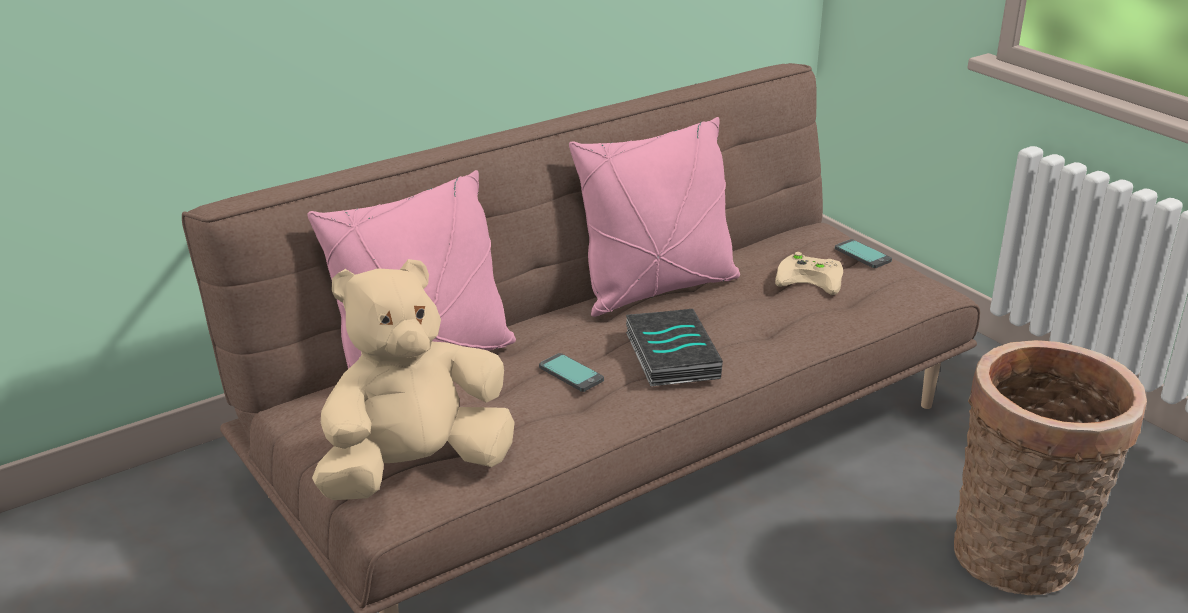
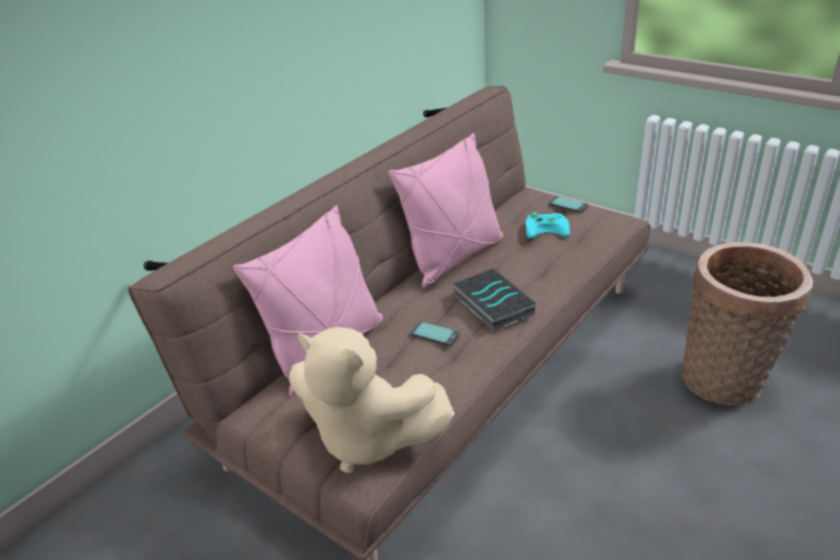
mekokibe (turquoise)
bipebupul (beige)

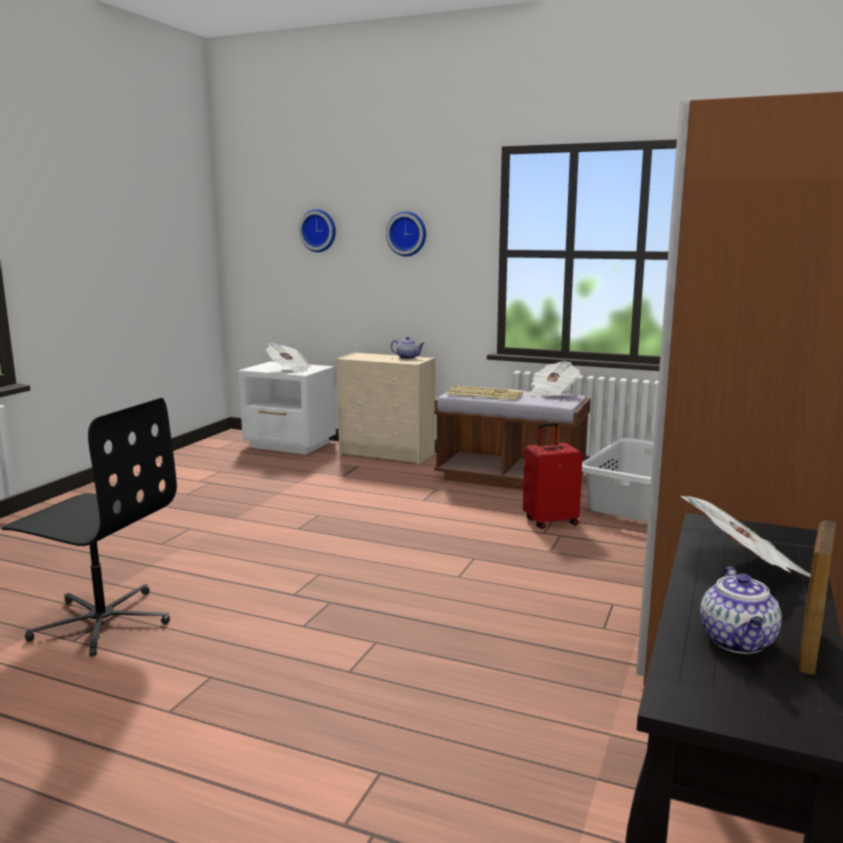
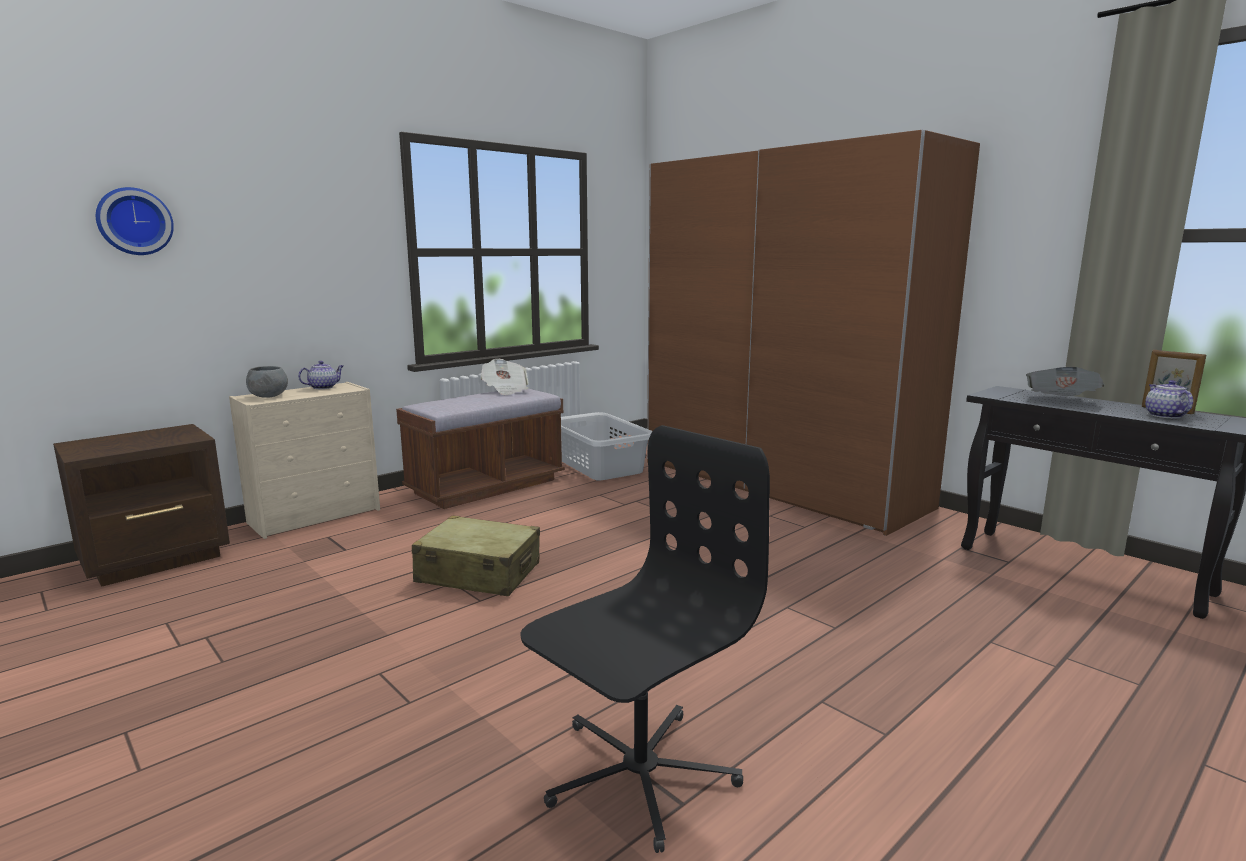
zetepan (no. 1 from left in the first image)
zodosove (no. 2 from left in the first image)
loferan
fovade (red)
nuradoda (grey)
fovade (beige)
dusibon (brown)
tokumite (no. 2 from left)

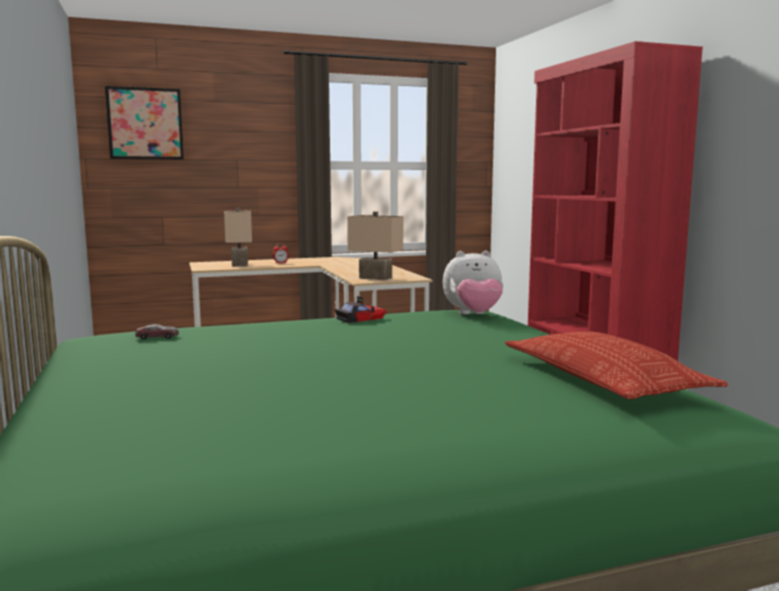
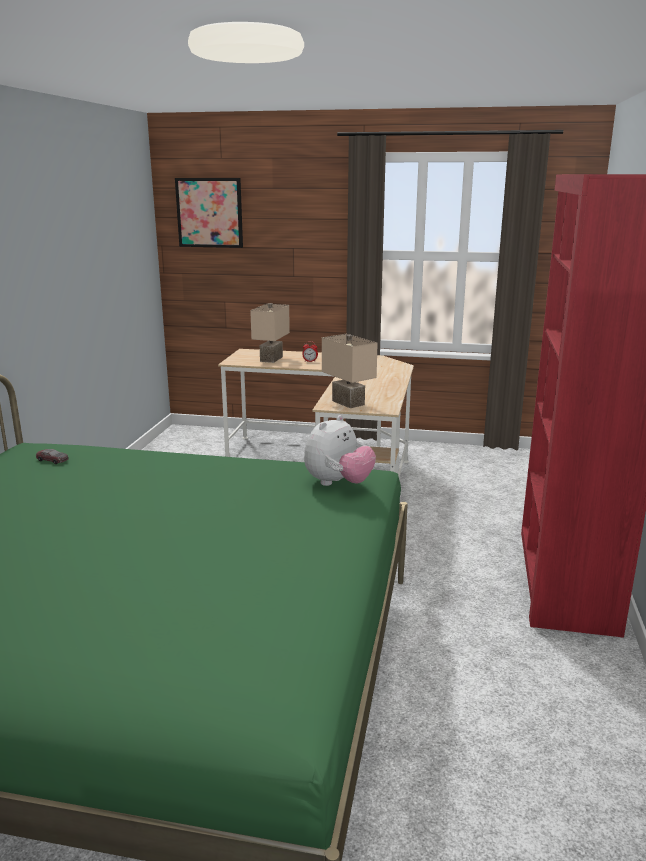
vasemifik (no. 2 from left in the first image)
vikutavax
bipebupul

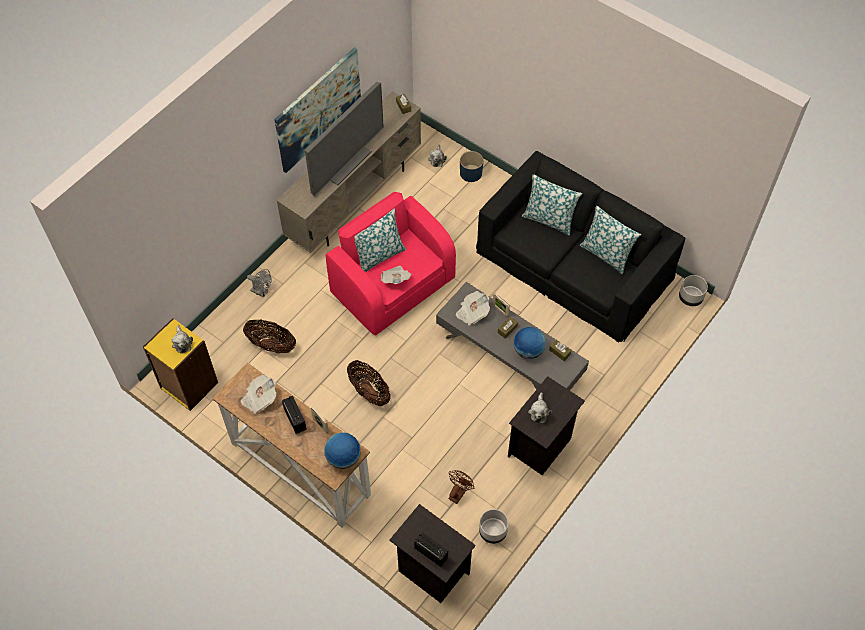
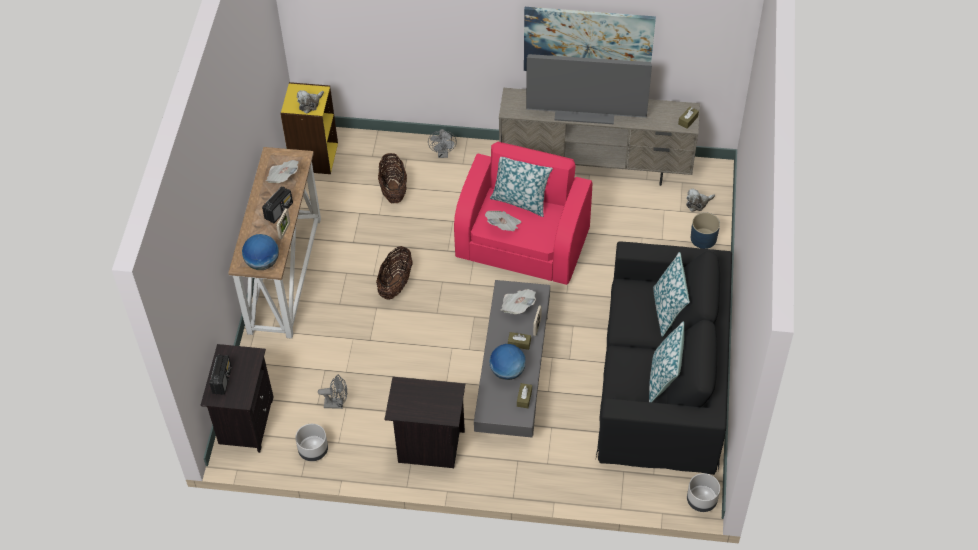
bipebupul (no. 3 from left in the first image)
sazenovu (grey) (no. 1 from left)

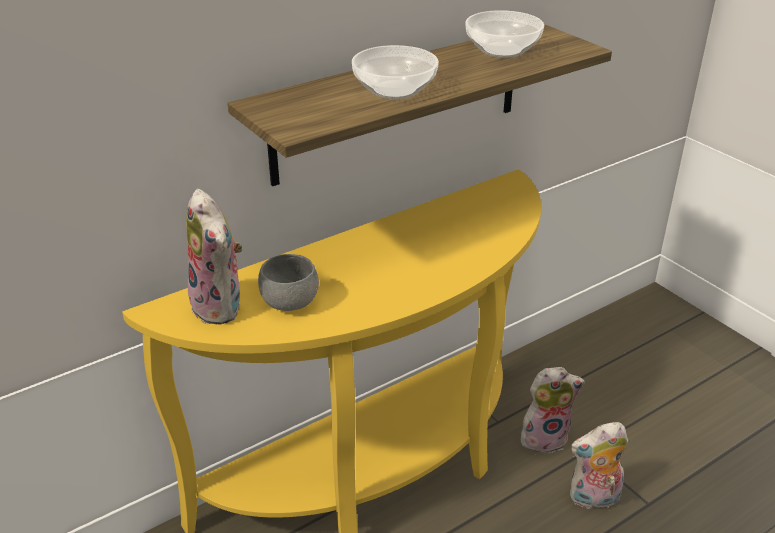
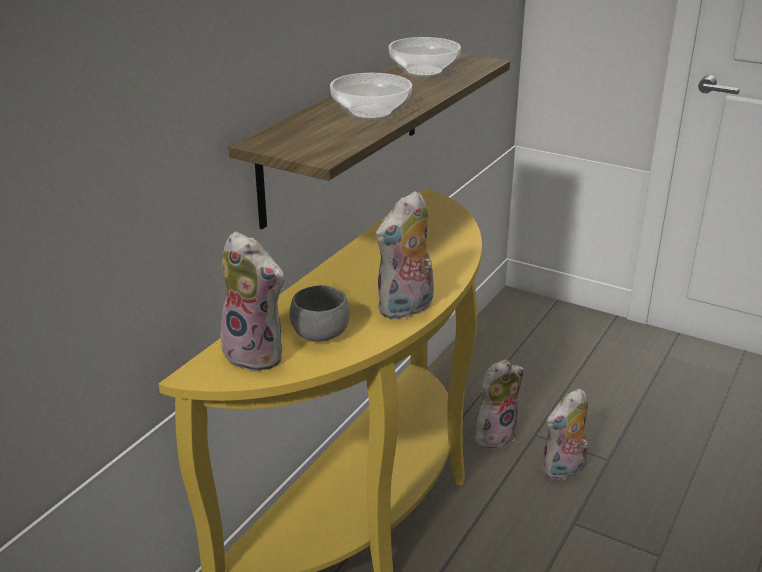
bipebupul (no. 2 from left)

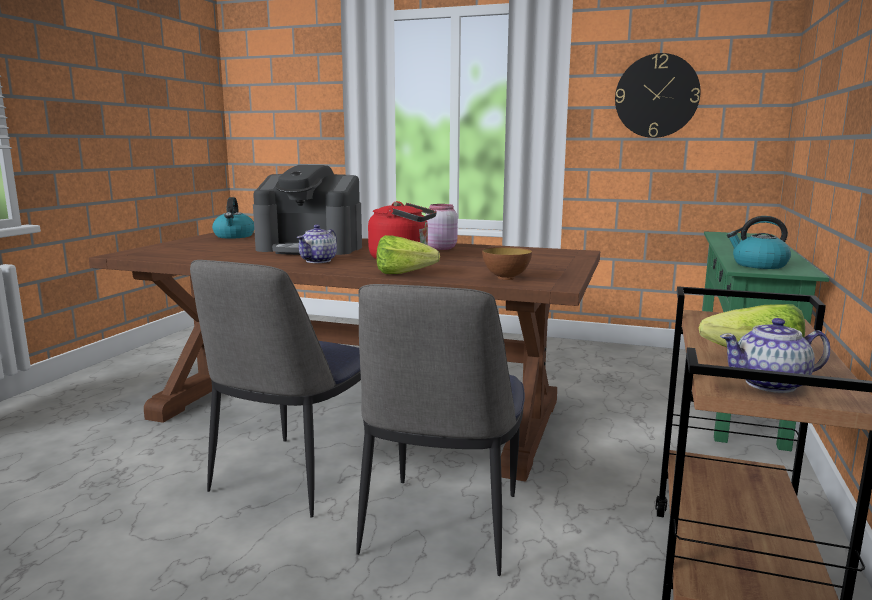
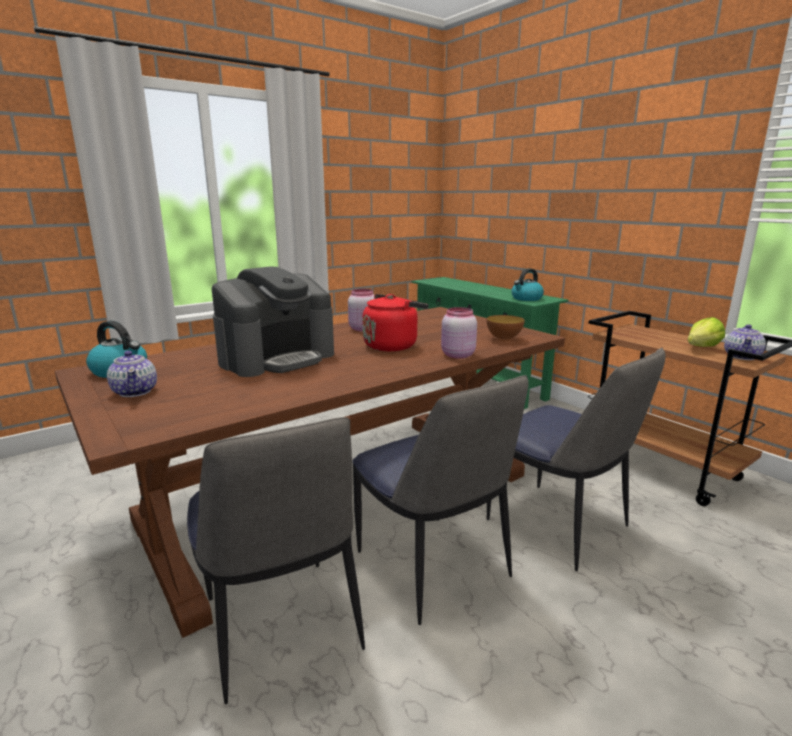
zodosove
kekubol (no. 1 from left)
tokumite (no. 1 from left)
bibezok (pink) (no. 2 from left)

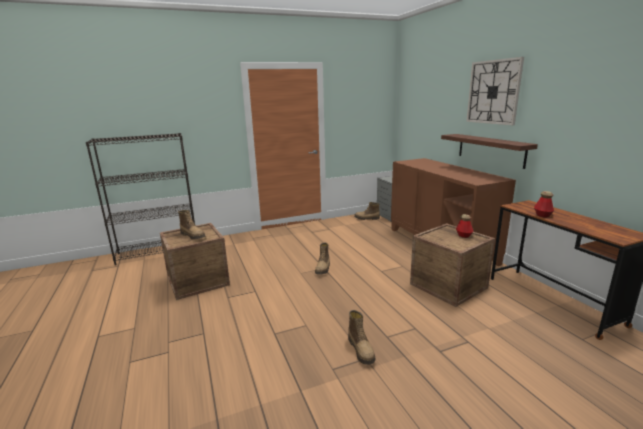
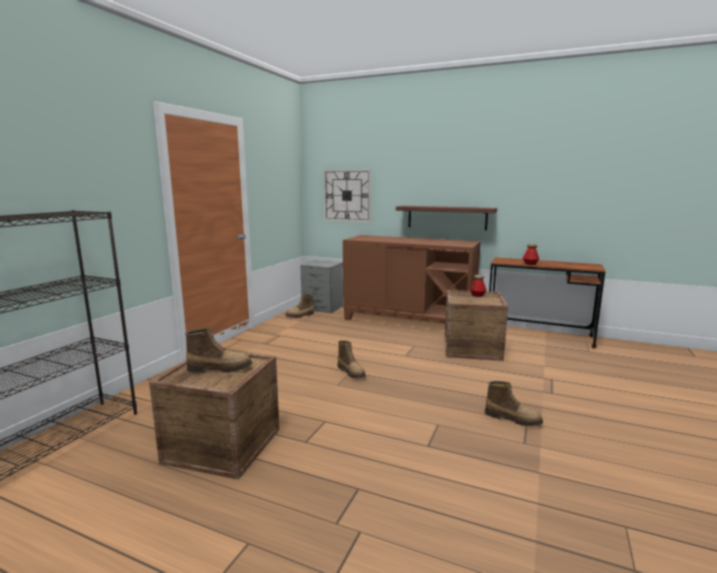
zodosove

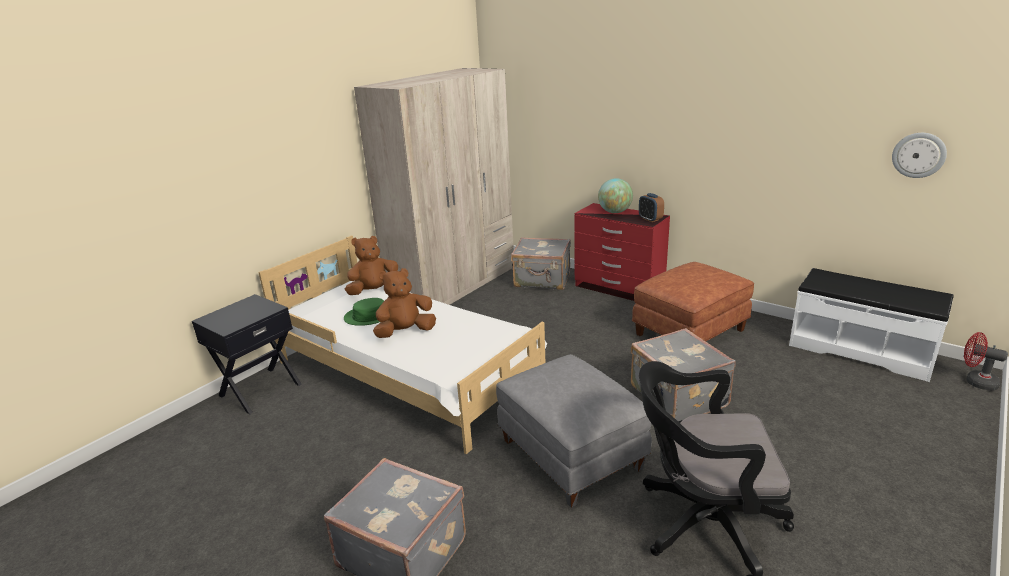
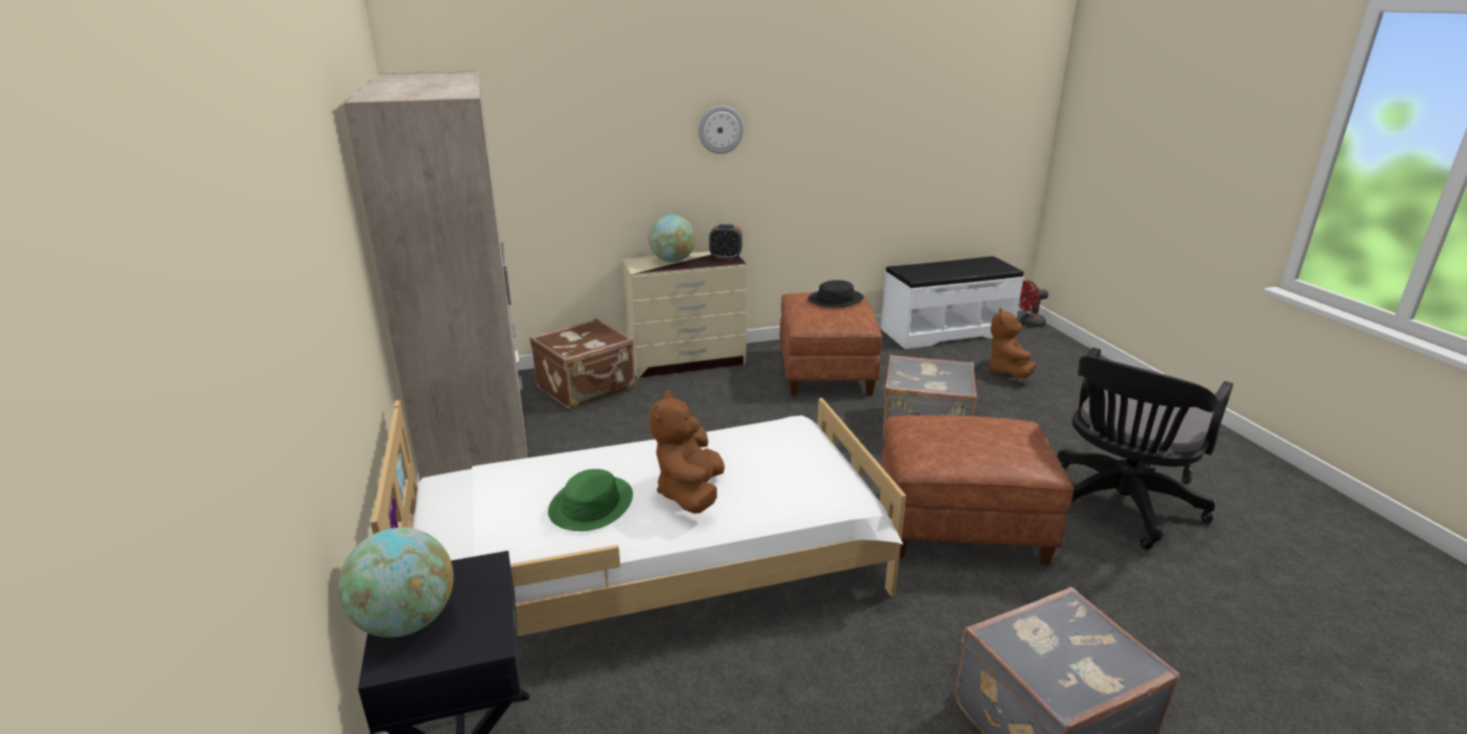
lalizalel (no. 1 from left)
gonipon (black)
bipebupul (brown) (no. 2 from left)
zodosove
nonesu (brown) (no. 2 from left)
fovade (brown)
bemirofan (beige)

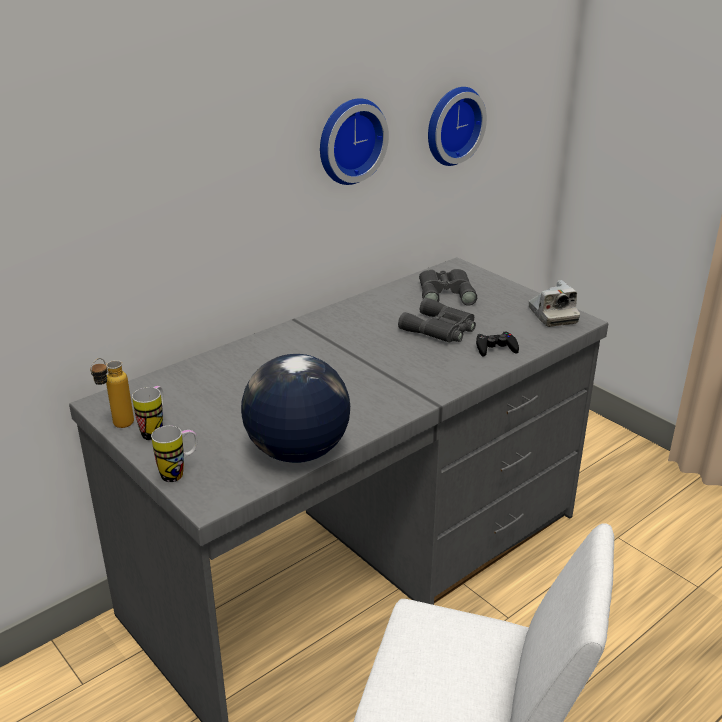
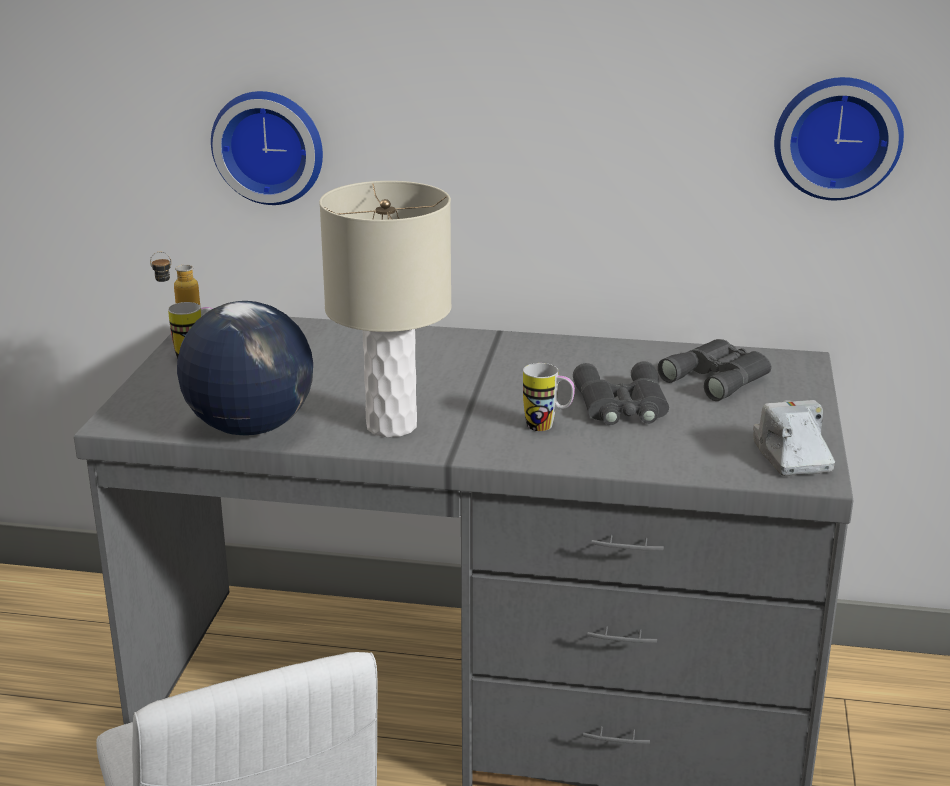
mekokibe (black)
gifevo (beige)
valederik (no. 2 from left)
zodosove (no. 1 from left)
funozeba

